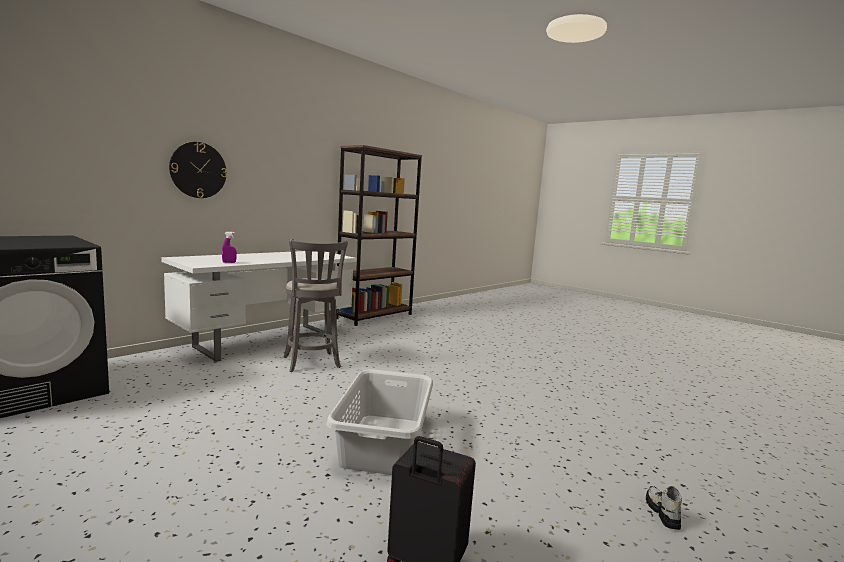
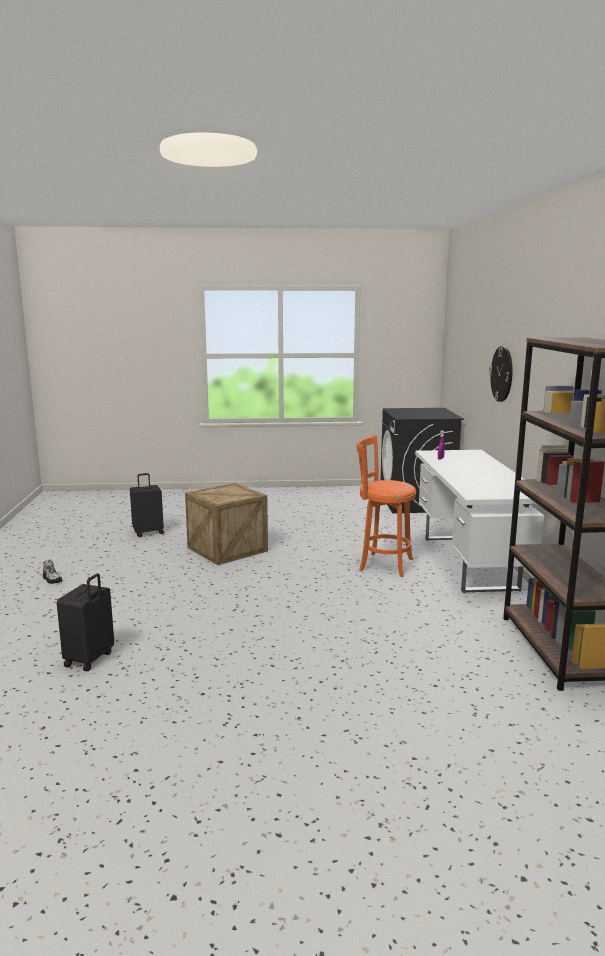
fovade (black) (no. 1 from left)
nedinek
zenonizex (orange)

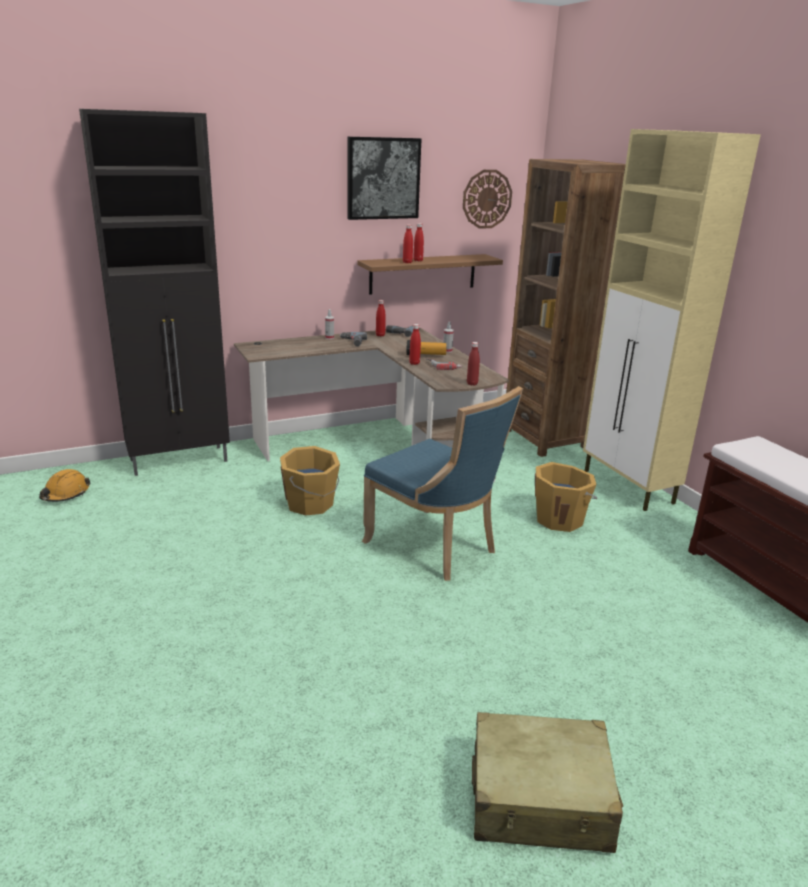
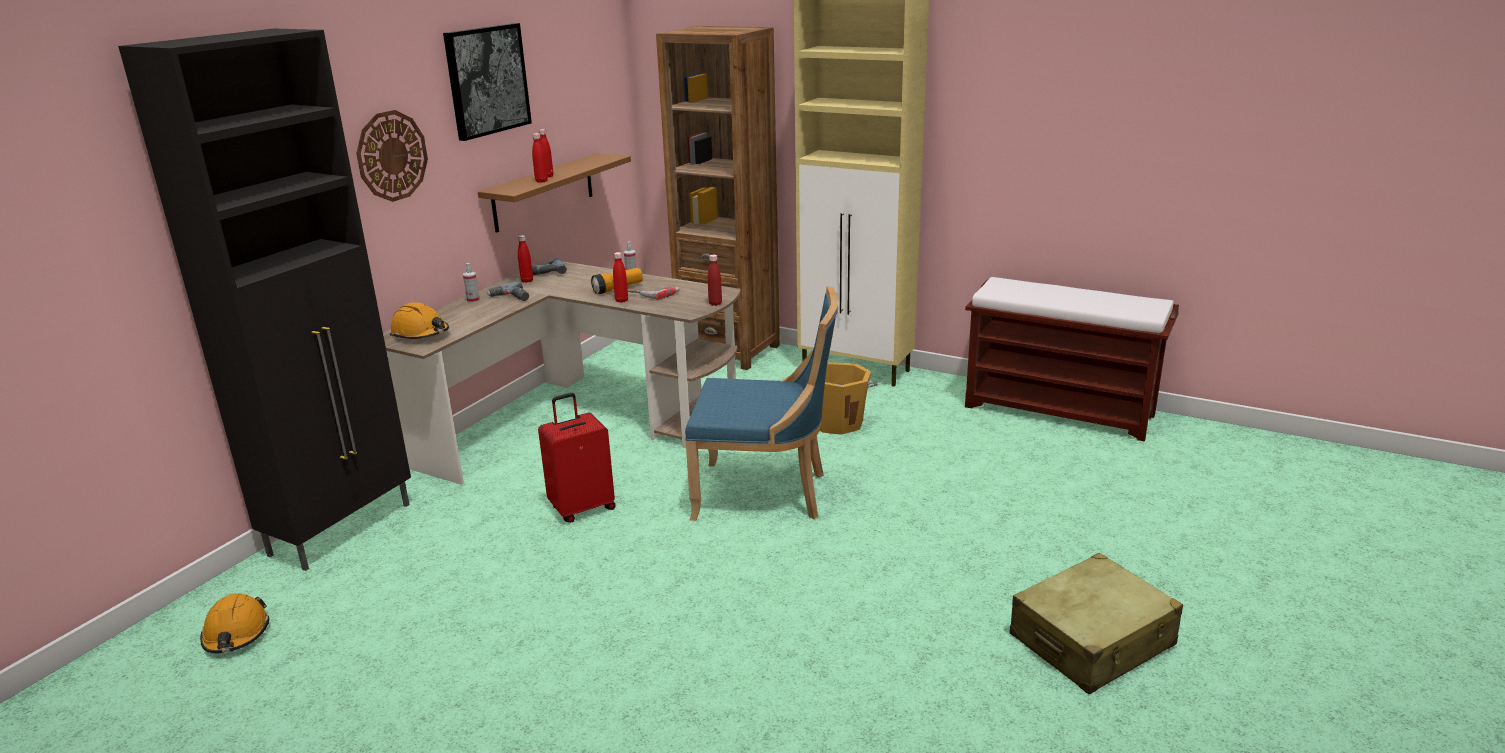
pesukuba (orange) (no. 2 from left)
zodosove
fovade (red)

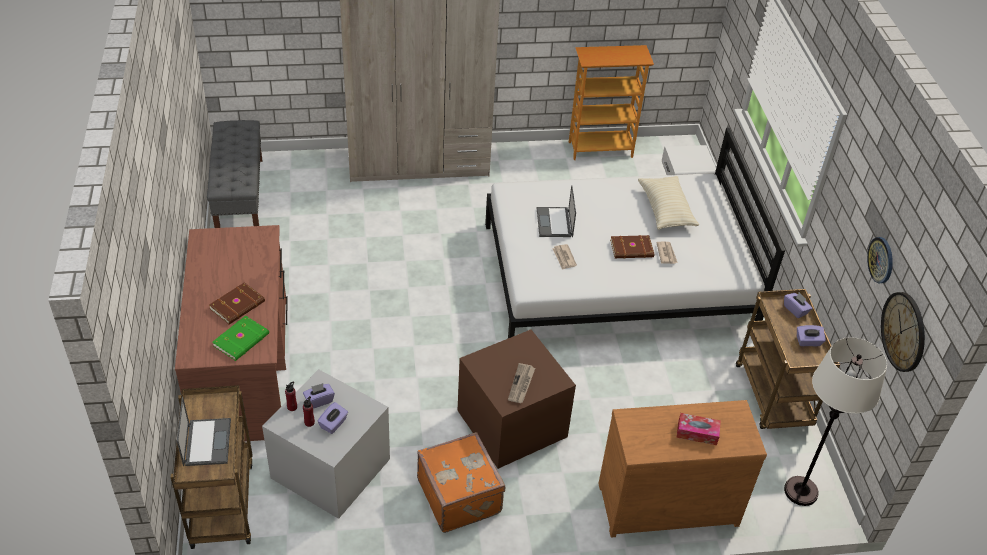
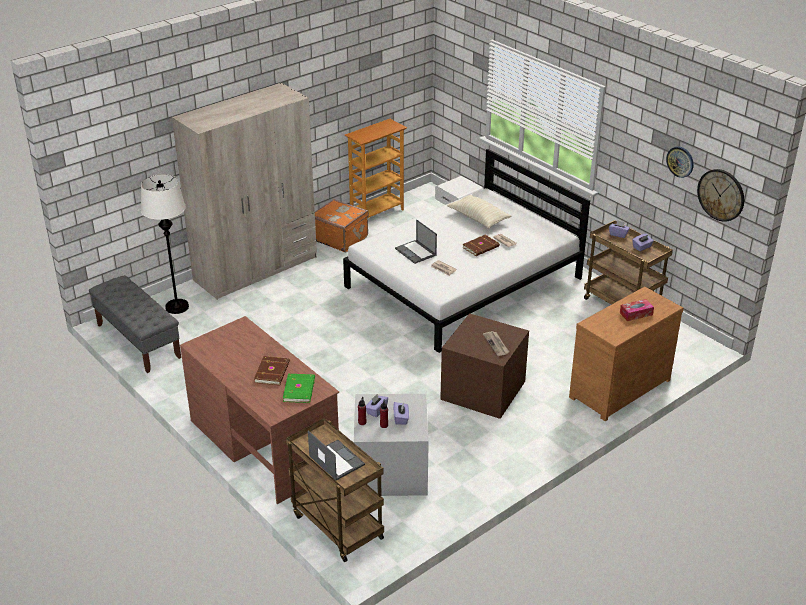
fovade (orange)
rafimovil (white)

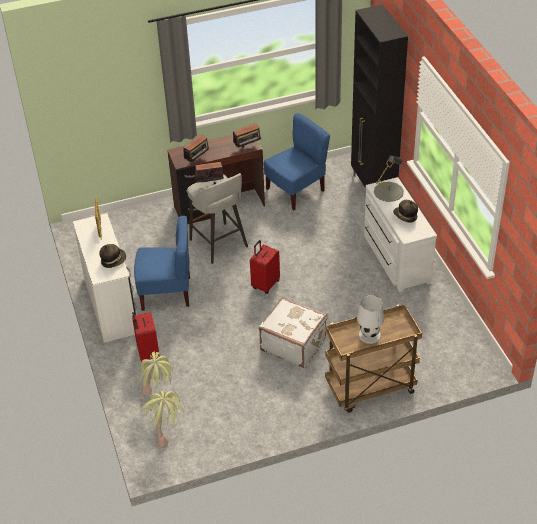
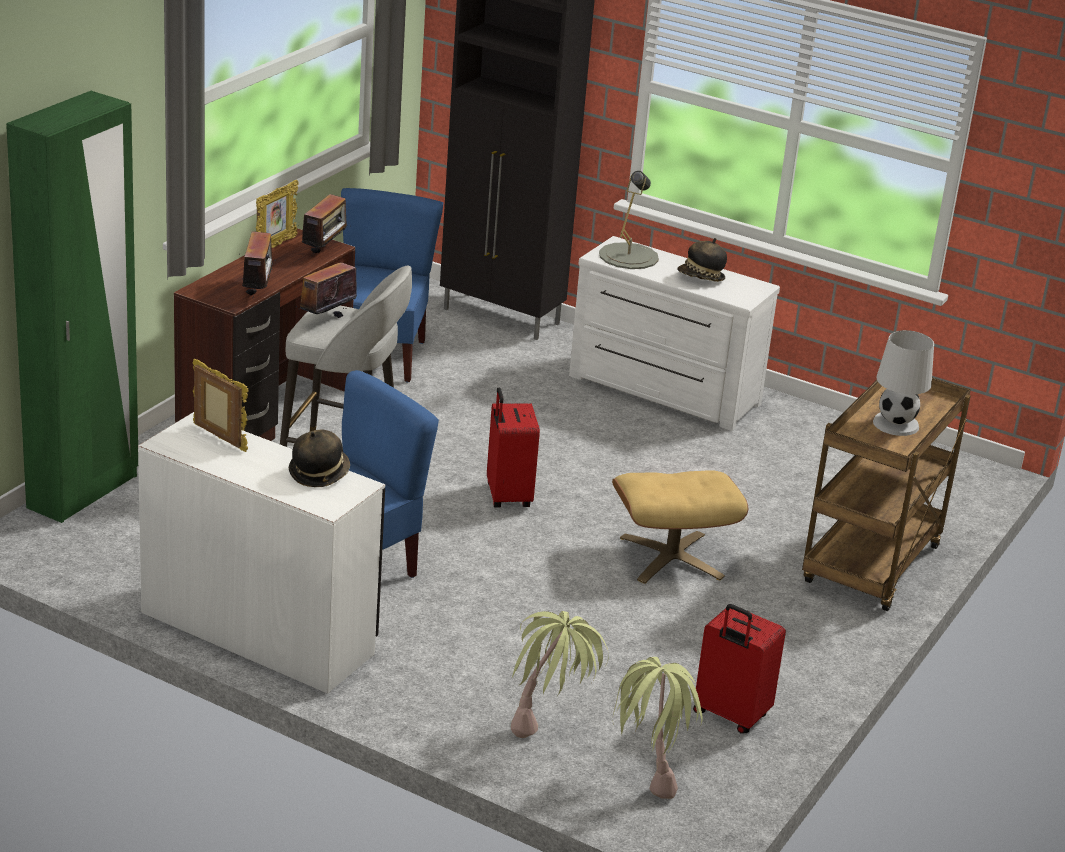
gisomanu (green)
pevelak (no. 2 from left)
fovade (red) (no. 2 from left)
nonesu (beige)

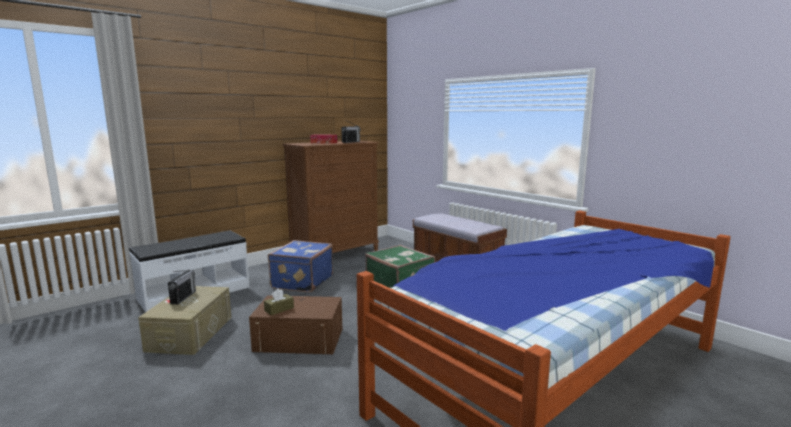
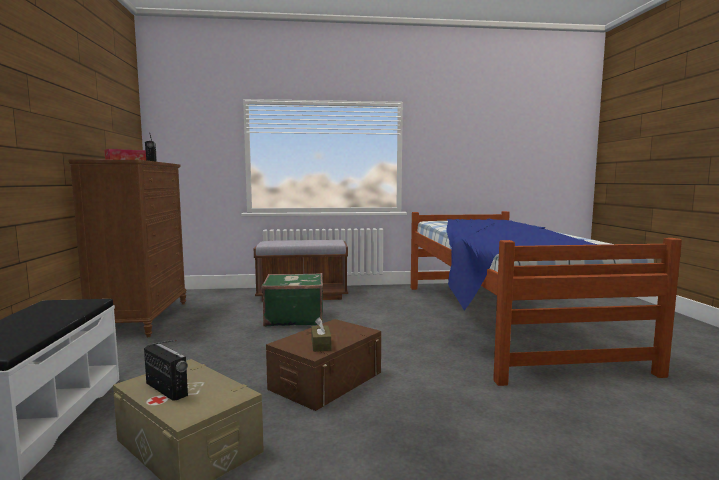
fovade (blue)

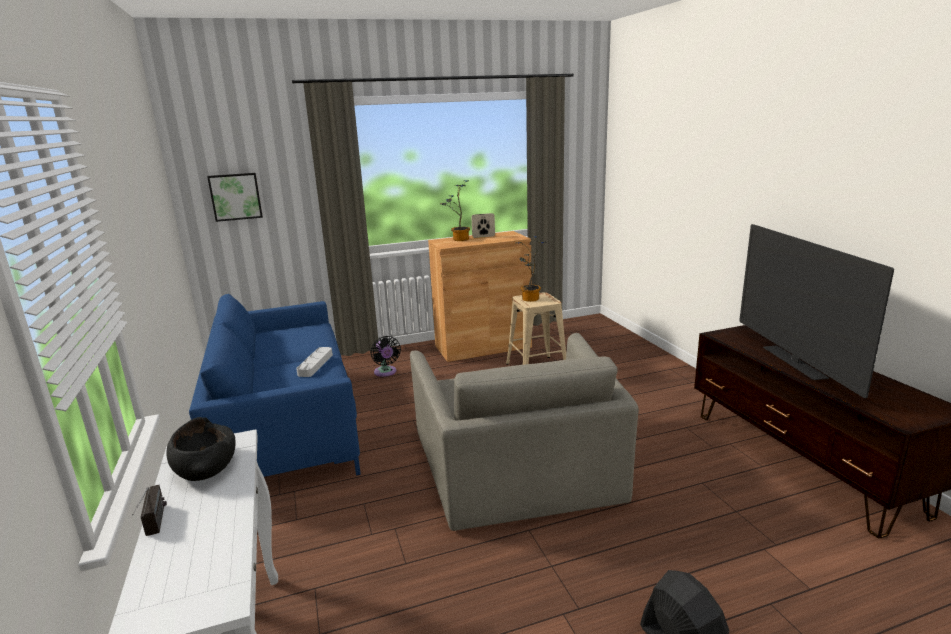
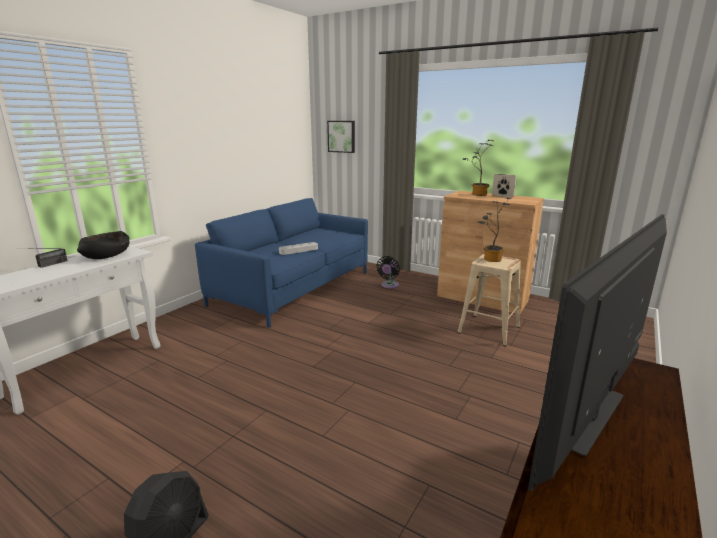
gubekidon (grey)

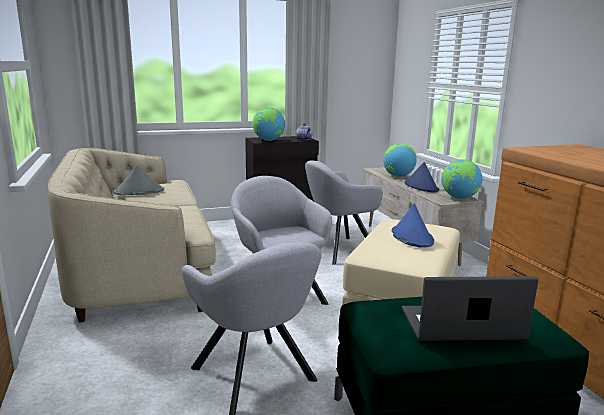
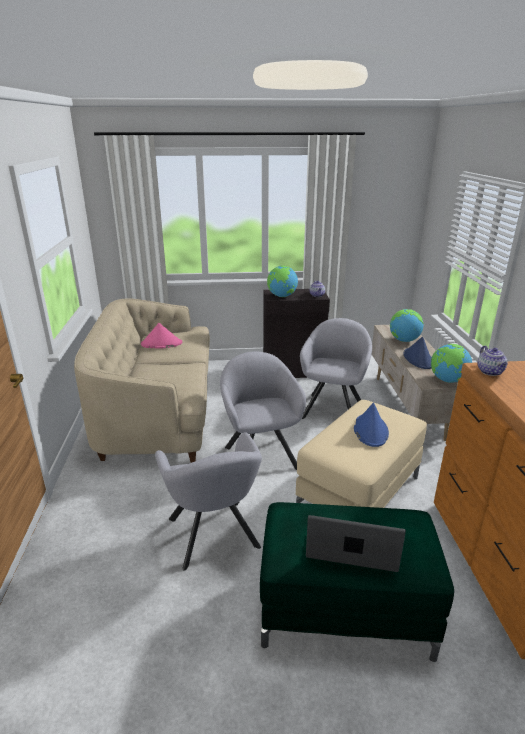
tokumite (no. 2 from left)
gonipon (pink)
gubekidon (grey) (no. 3 from left)

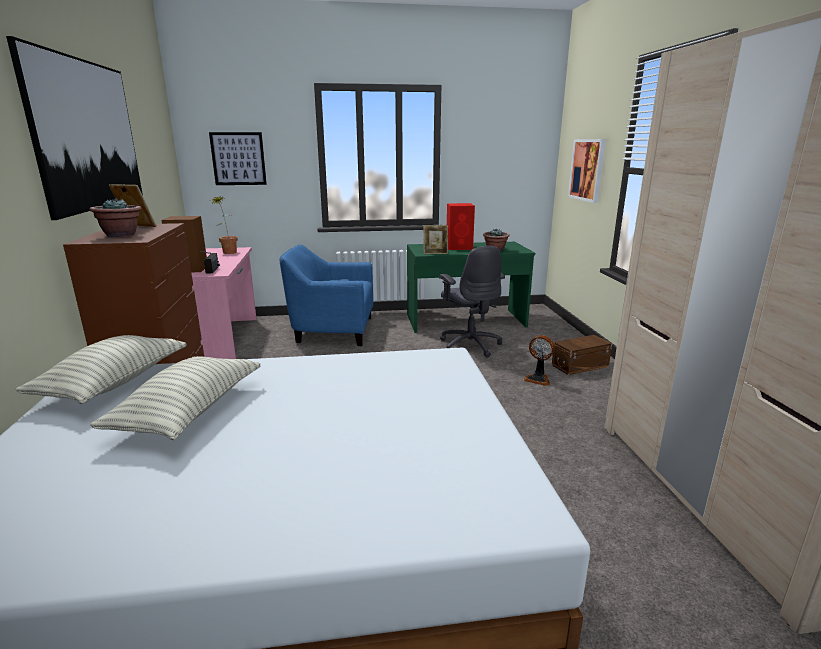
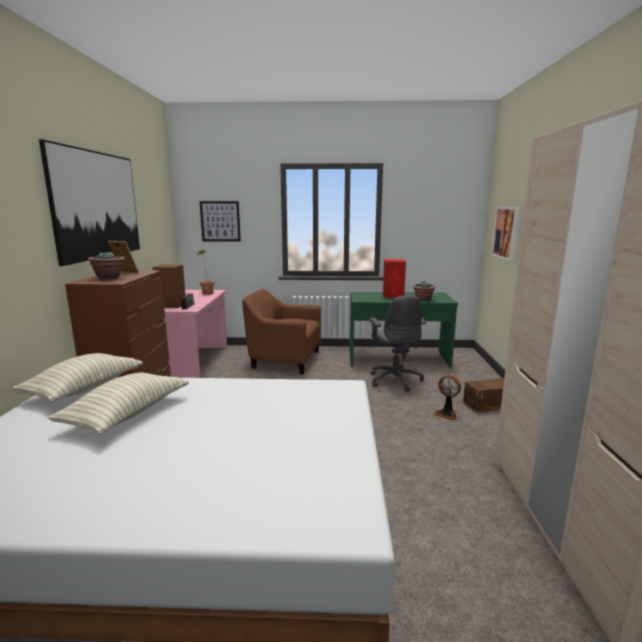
pevelak (no. 2 from left in the first image)
gubekidon (brown)

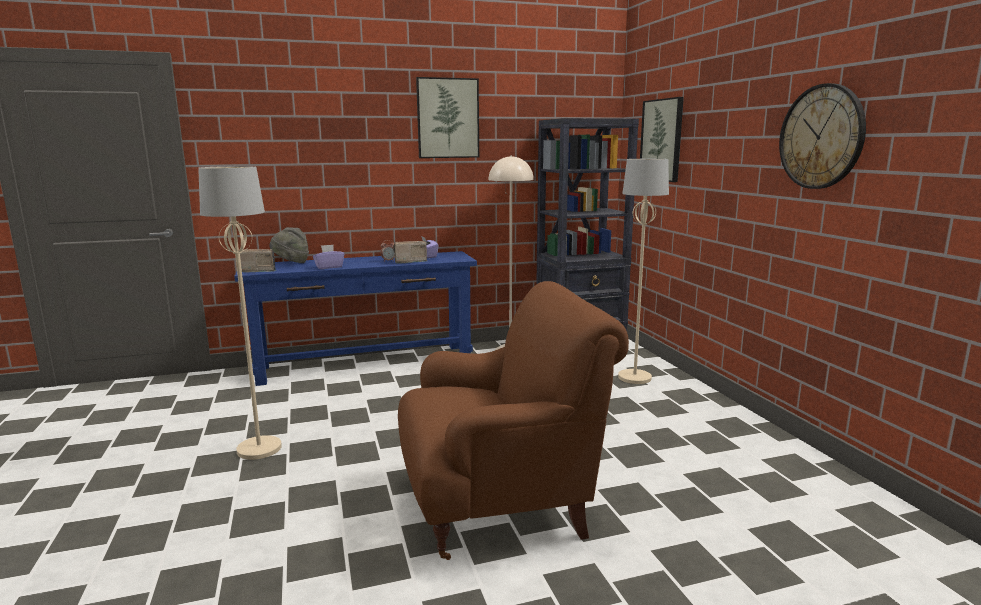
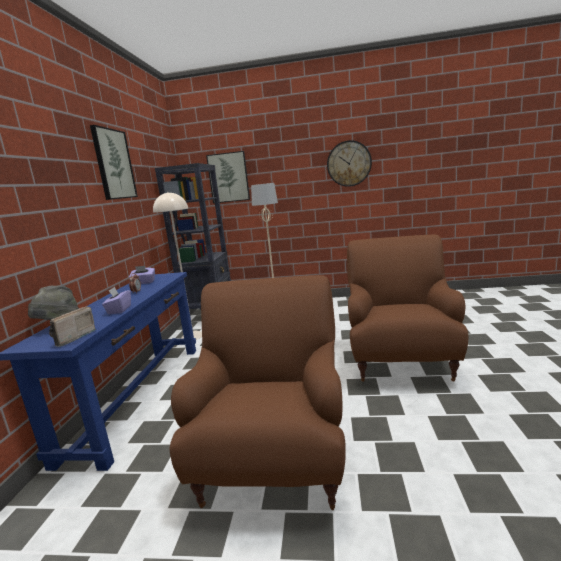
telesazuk (no. 2 from left in the first image)
gubekidon (brown) (no. 1 from left)

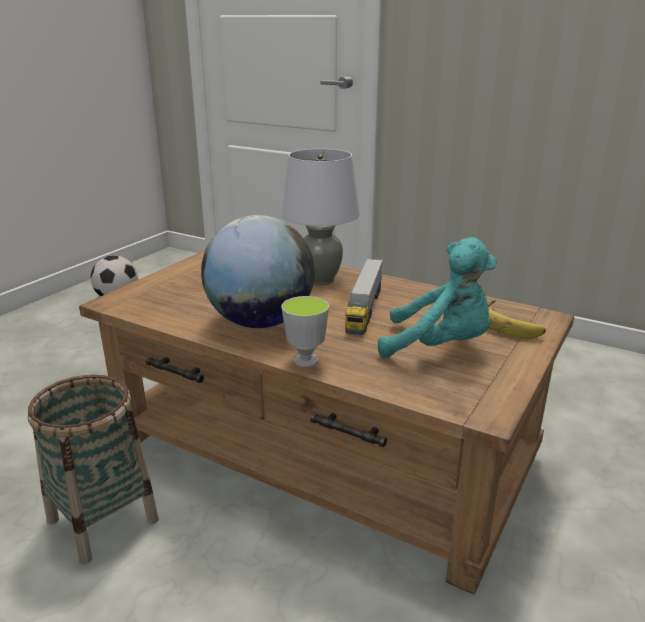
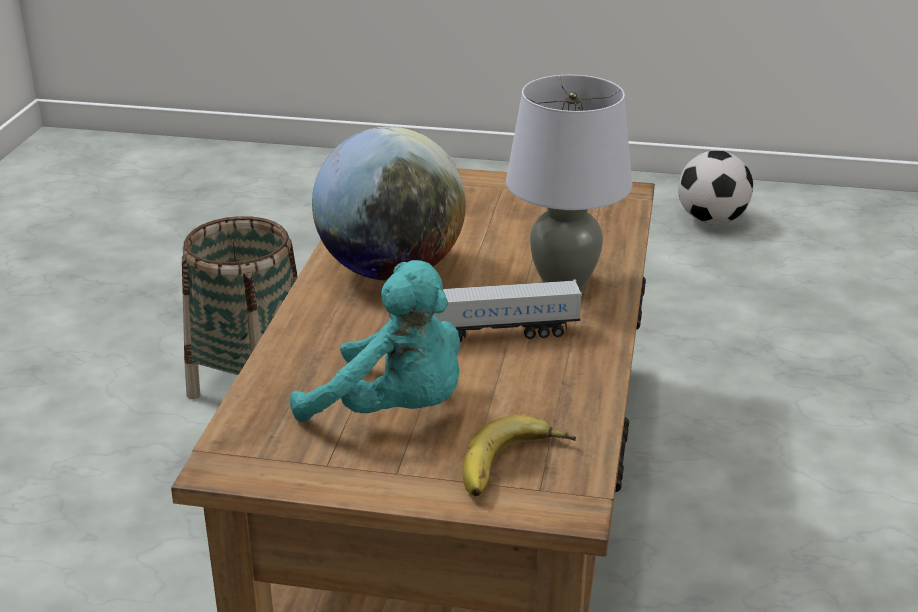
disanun
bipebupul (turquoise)

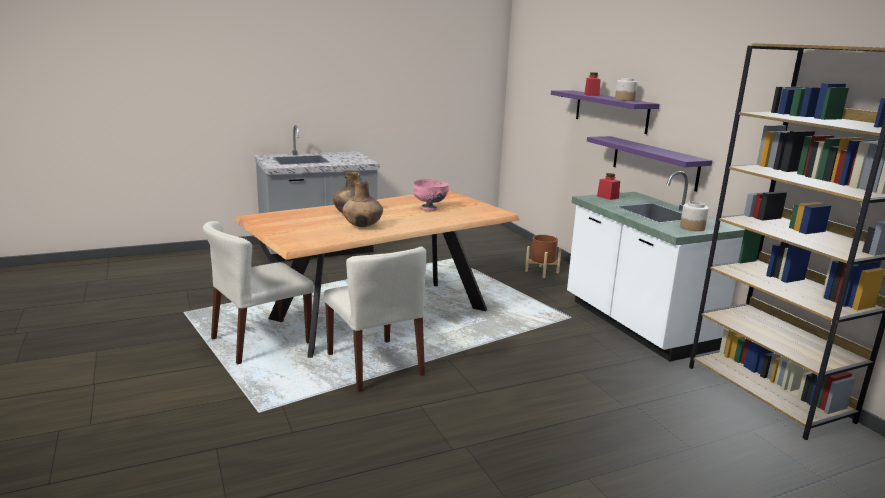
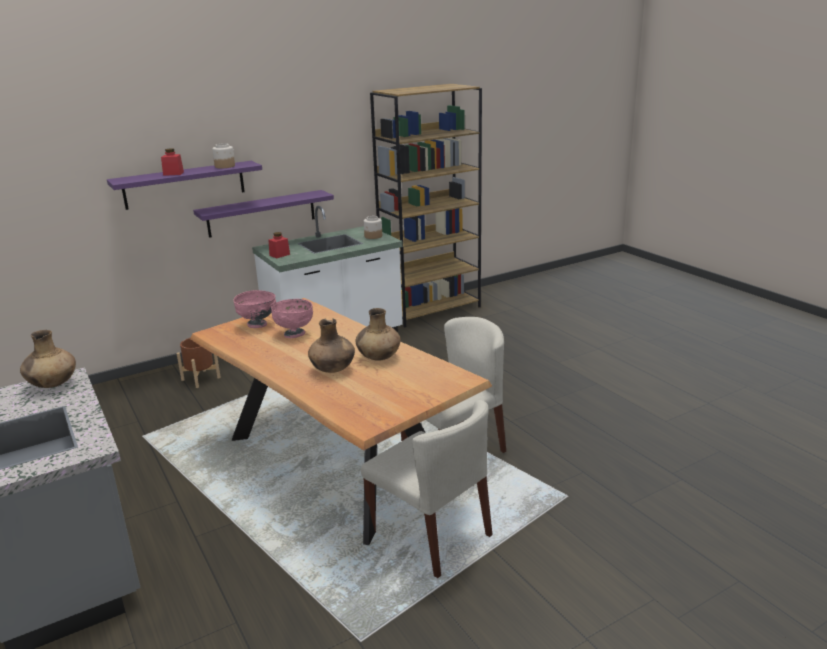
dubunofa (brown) (no. 1 from left)
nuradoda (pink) (no. 1 from left)

